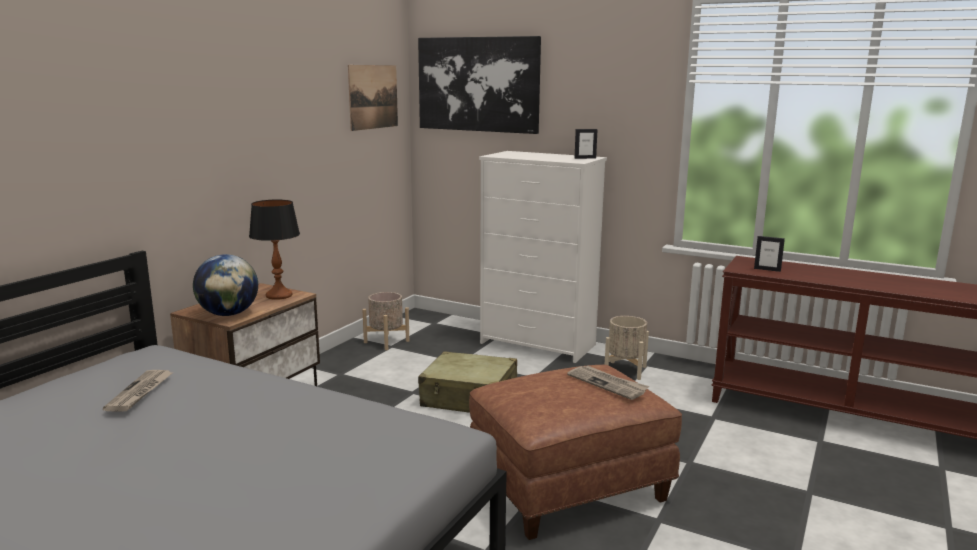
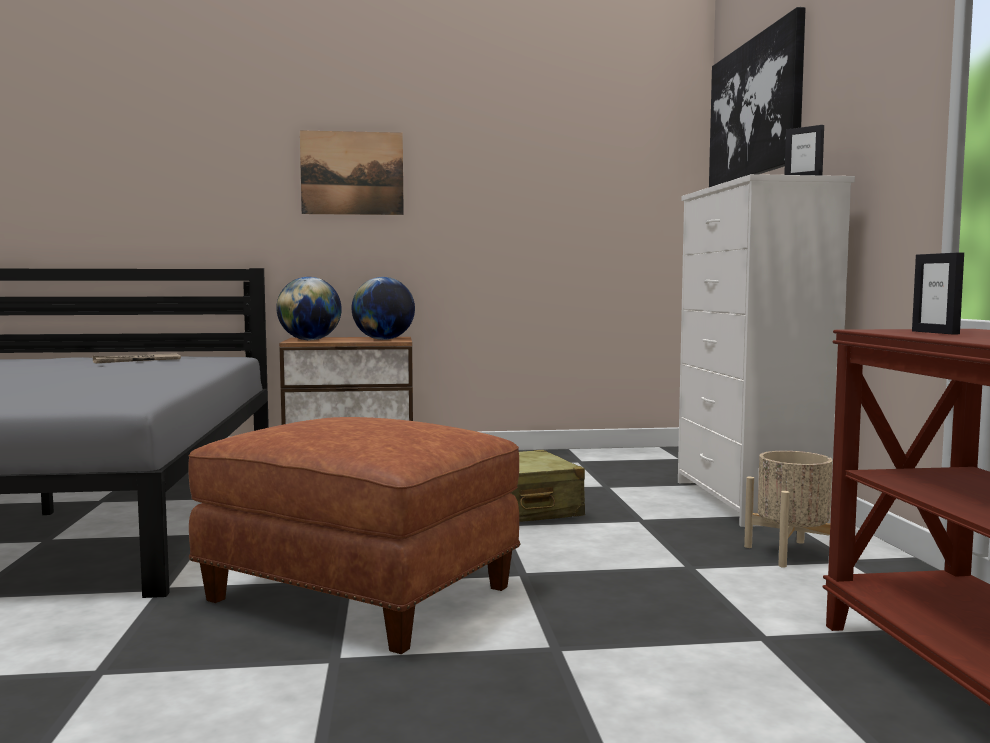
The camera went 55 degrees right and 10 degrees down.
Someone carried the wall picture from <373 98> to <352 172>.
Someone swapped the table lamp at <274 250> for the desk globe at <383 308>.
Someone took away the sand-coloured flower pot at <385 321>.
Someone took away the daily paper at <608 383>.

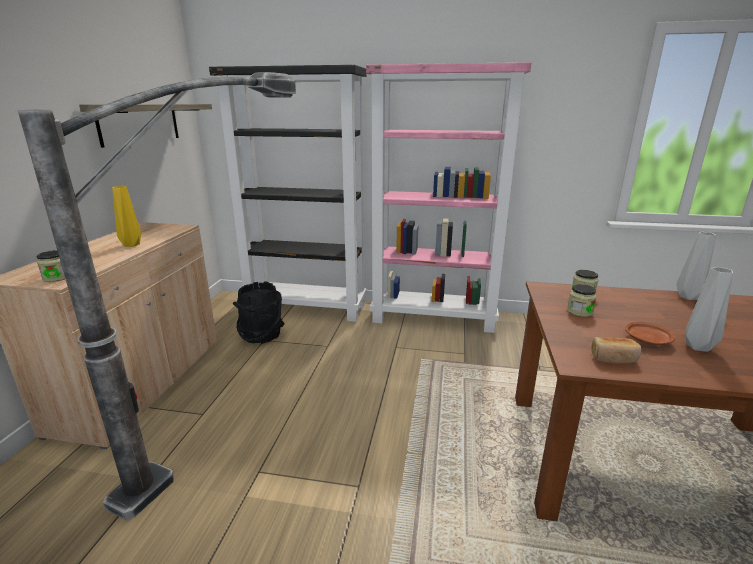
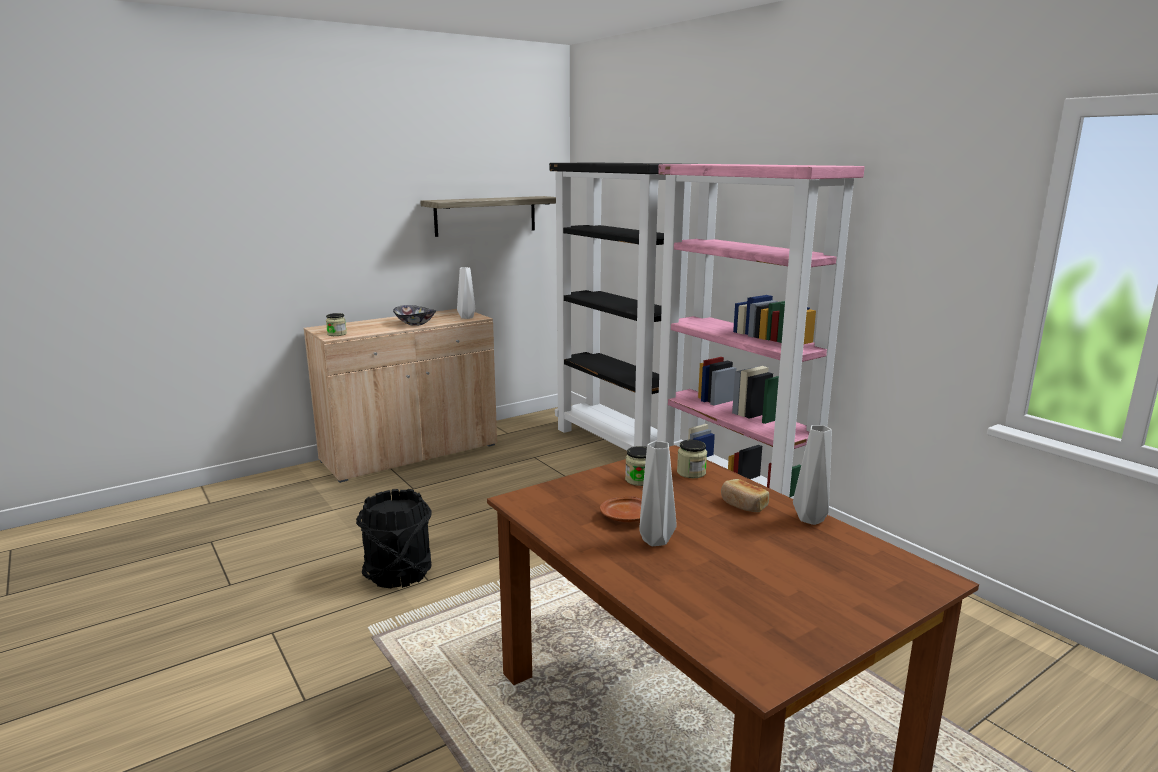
The camera went 45 degrees right and 5 degrees down.
Someone took away the standing lamp at <157 296>.
Someone swapped the yellow vase at <126 216> for the deep dish at <414 315>.
Someone carried the blackish water bucket from <258 312> to <394 539>.
Someone carried the baked bread from <616 350> to <745 495>.
Someone put down the white vase at <466 293>.

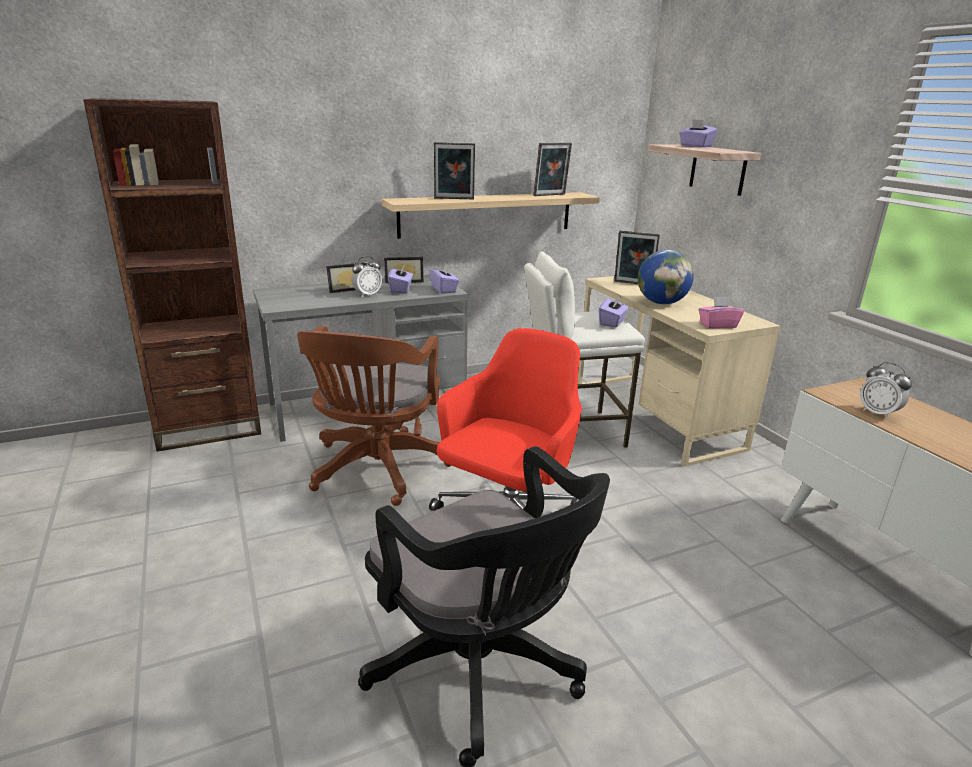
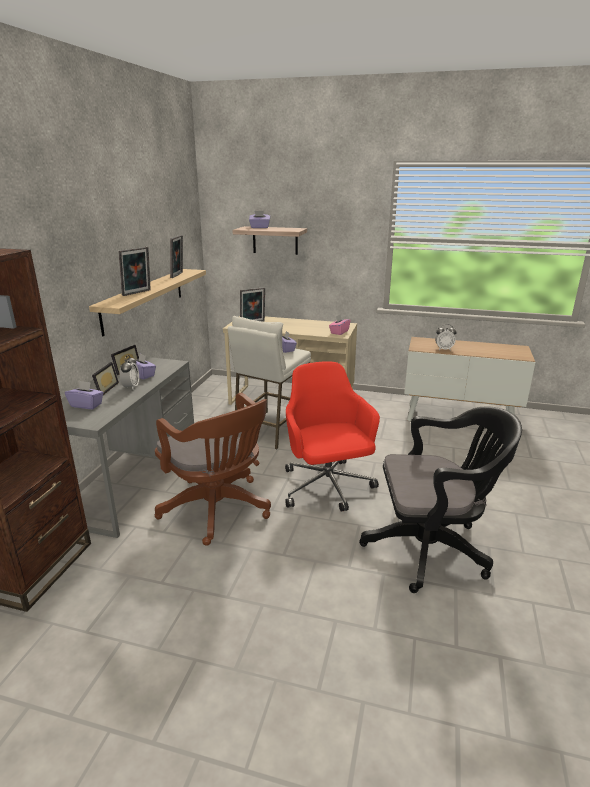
The camera went 50 degrees left and 0 degrees up.
Someone took away the desk globe at <666 277>.
Someone carried the purple-coloured box of tissues from <444 279> to <84 395>.

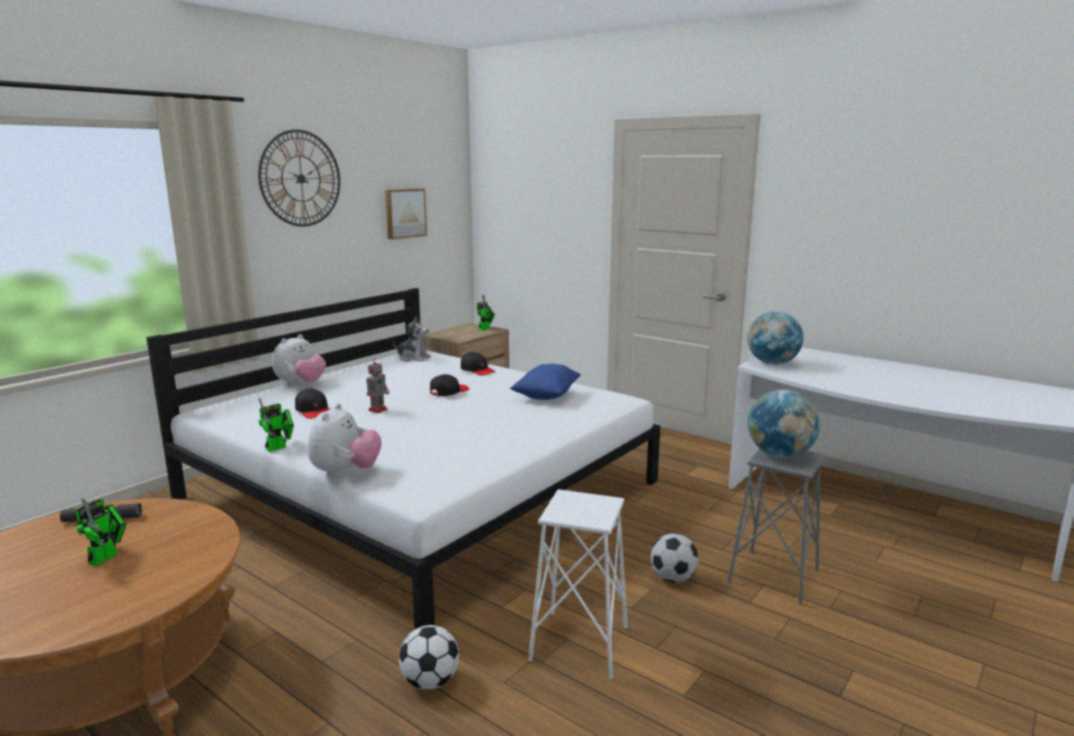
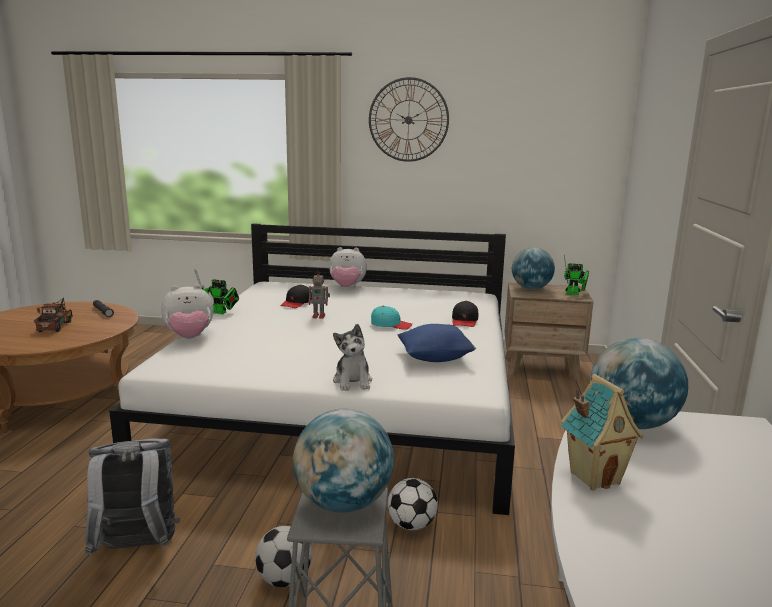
The camera went 60 degrees right and 0 degrees up.
Someone took away the wall picture at <406 214>.
Someone carried the cuddly toy from <412 339> to <352 357>.
Someone repainted the blackish baseball cap at <449 385>, which became the turquoise baseball cap at <391 318>.
Someone swapped the white stool at <578 584> for the gray knapsack at <132 496>.
Someone swapped the model robot at <100 532> for the model truck at <53 315>.
Someone carried the football from <429 657> to <413 504>.
Someone put down the desk globe at <533 268>.
Someone put down the toy house at <602 432>.

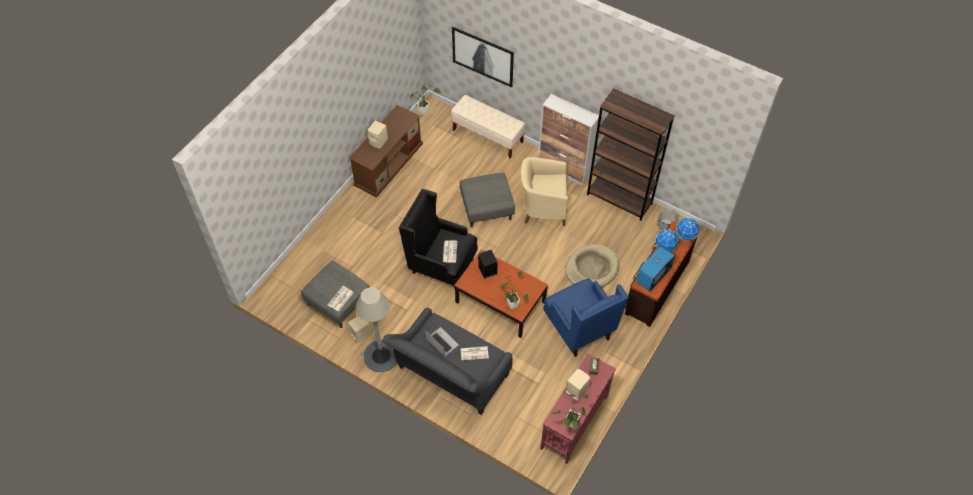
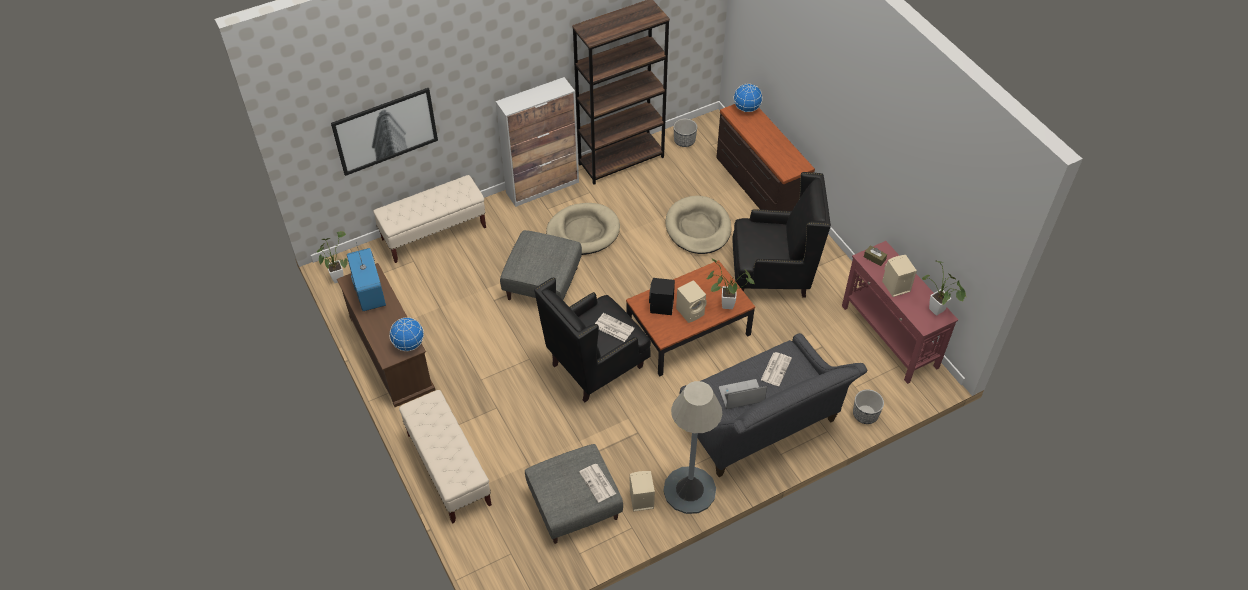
The camera went 60 degrees left and 5 degrees down.
Someone carried the sand-coloured loudspeaker from <377 135> to <691 301>.
Someone swapped the sand-coloured easy chair at <544 191> for the sand-coloured dog cushion at <583 229>.
Someone carried the desk globe from <667 240> to <406 334>.
Someone carried the television from <655 268> to <366 276>.
Someone repainted the blue-coloured easy chair at <586 317>, which became the blackish easy chair at <781 234>.
Someone put down the flower pot at <868 406>.
Someone put down the sand-coloured bench at <445 457>.

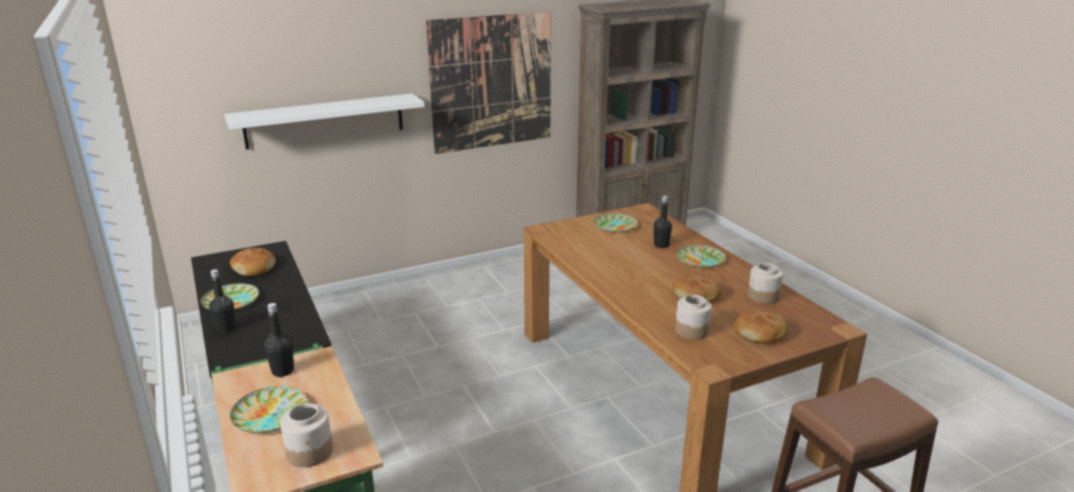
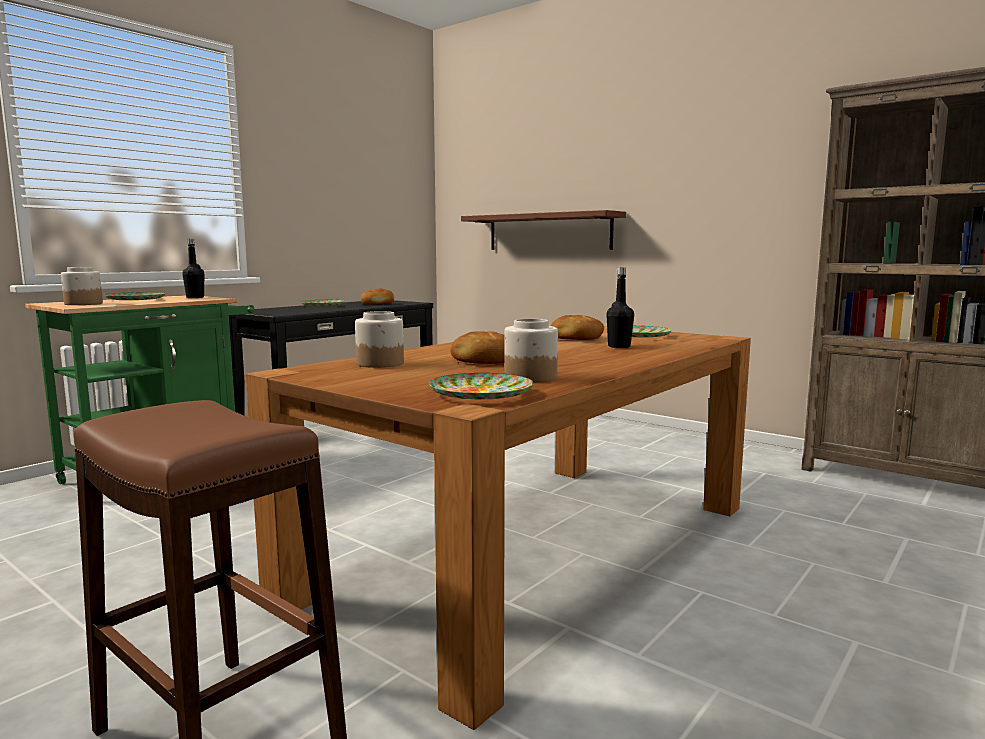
The camera went 65 degrees right and 15 degrees down.
Someone took away the wall picture at <488 83>.
Someone repainted the white shelf at <324 121>, which became the brownish shelf at <543 230>.
Someone carried the dinner plate from <701 256> to <481 386>.
Someone took away the blackish drink bottle at <222 301>.
Someone carried the baked bread from <762 327> to <577 327>.

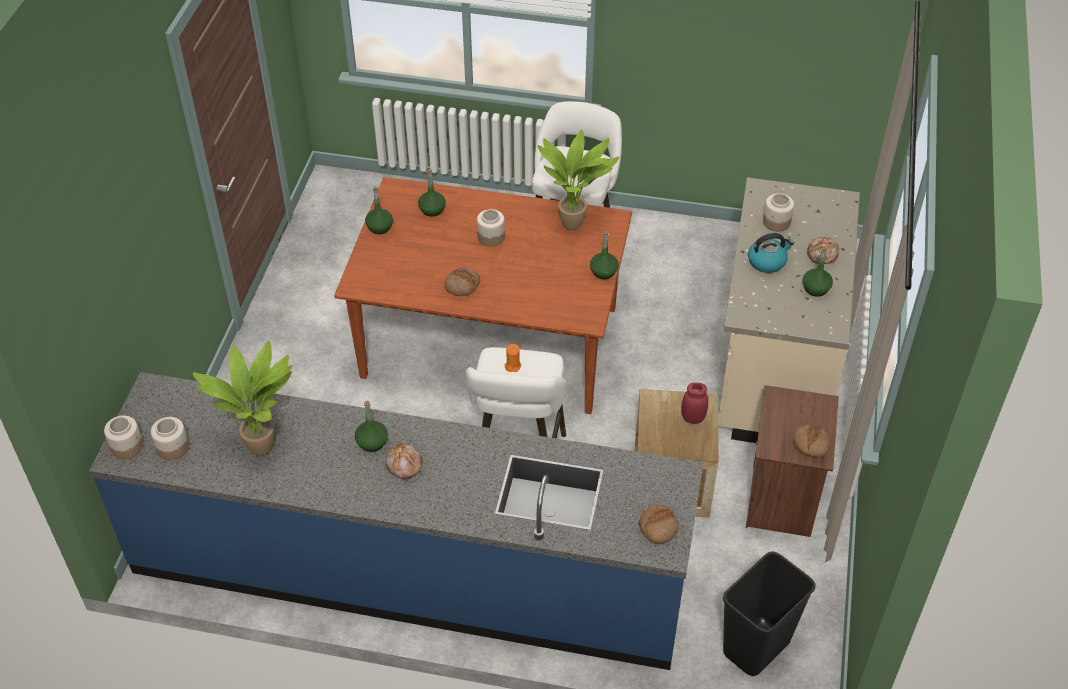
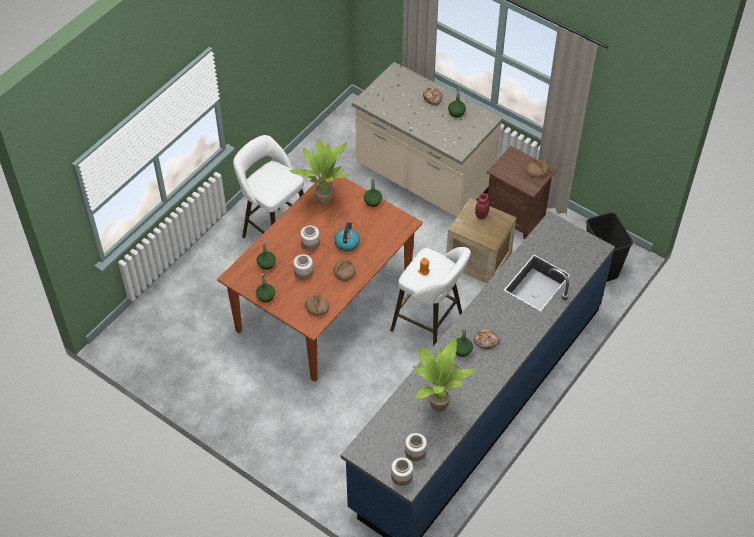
The camera went 65 degrees left and 5 degrees up.
Someone carried the preserve jar from <778 212> to <303 267>.
Someone carried the kettle from <771 253> to <347 236>.
Someone carried the baked bread from <659 524> to <317 305>.

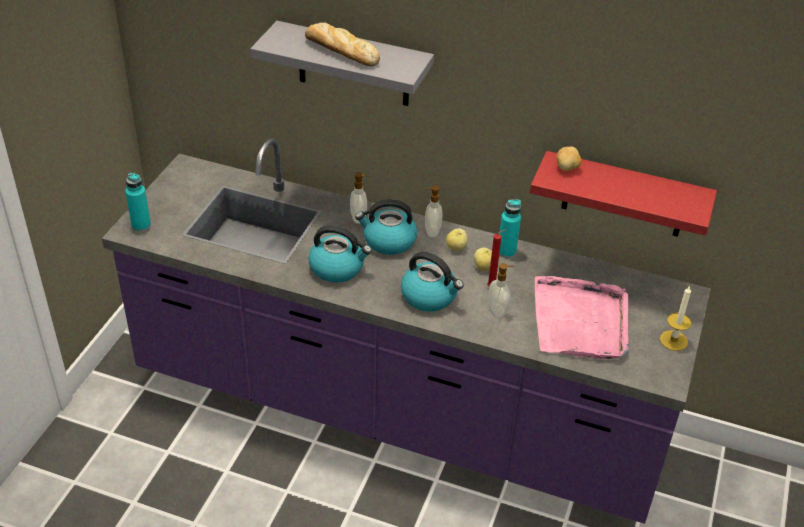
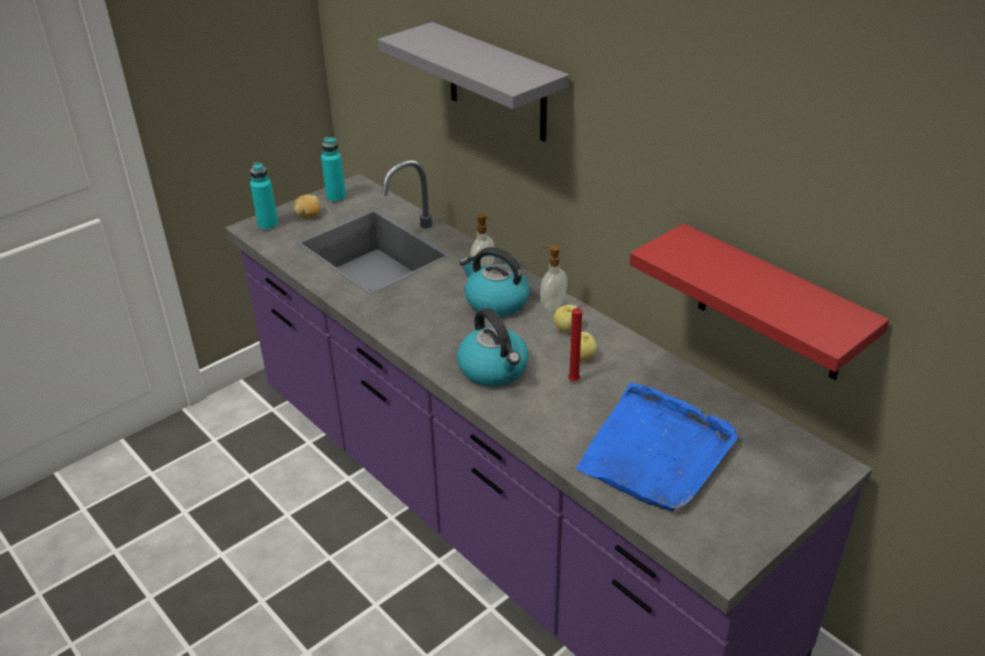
The camera went 30 degrees right and 5 degrees down.
Someone took away the baked bread at <342 44>.
Someone carried the whole potato from <569 158> to <307 206>.
Someone carried the turquoise drink bottle from <510 228> to <333 170>.
Someone took away the kettle at <340 254>.
Someone took away the liquid soap bottle at <501 290>.
Someone repainted the pinkish tray at <582 317>, which became the blue-coloured tray at <657 447>.
Someone took away the wax light at <676 318>.

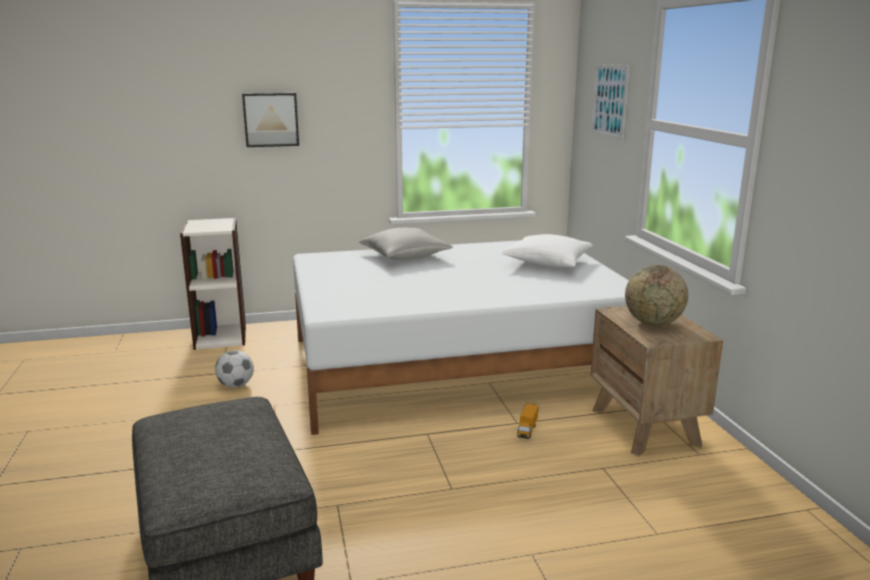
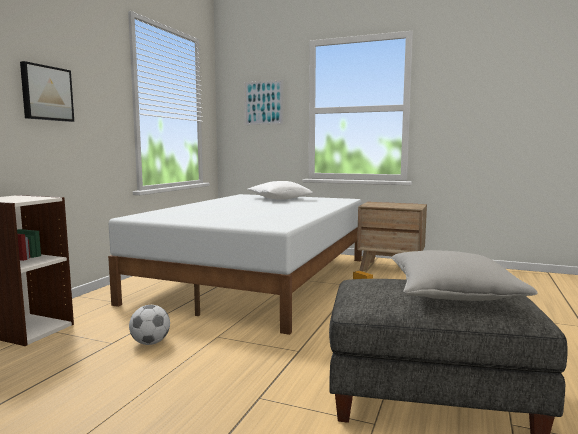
The camera went 55 degrees left and 10 degrees down.
Someone carried the gray cushion from <406 244> to <464 275>.
Someone took away the desk globe at <656 295>.

